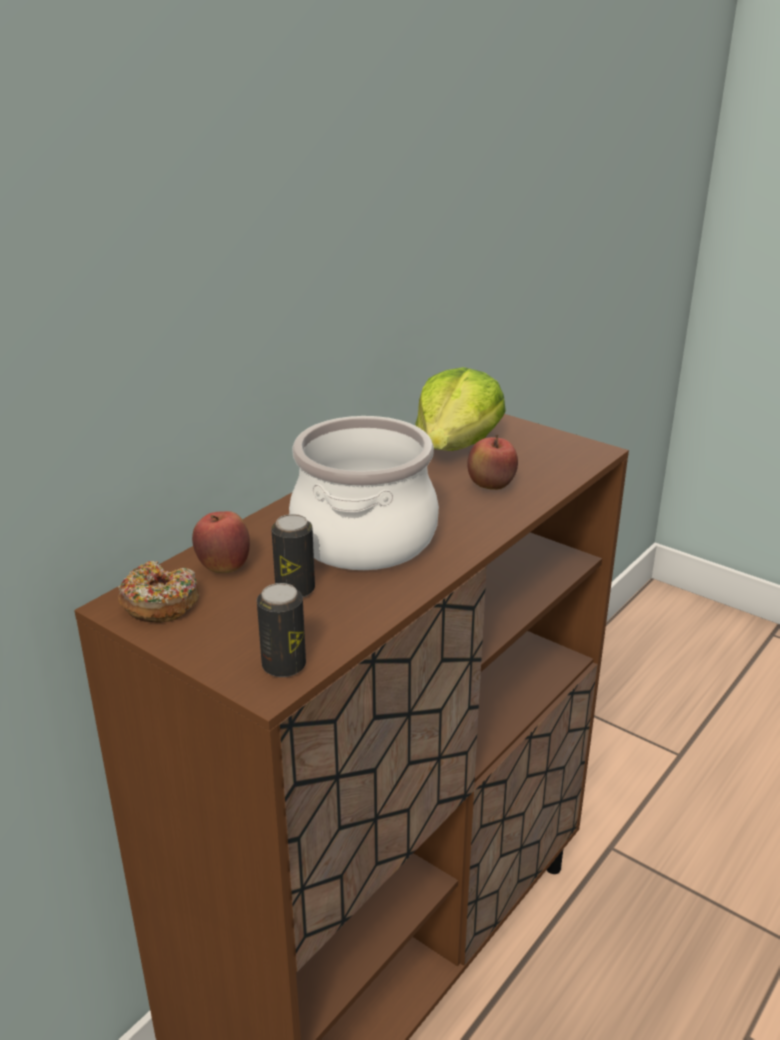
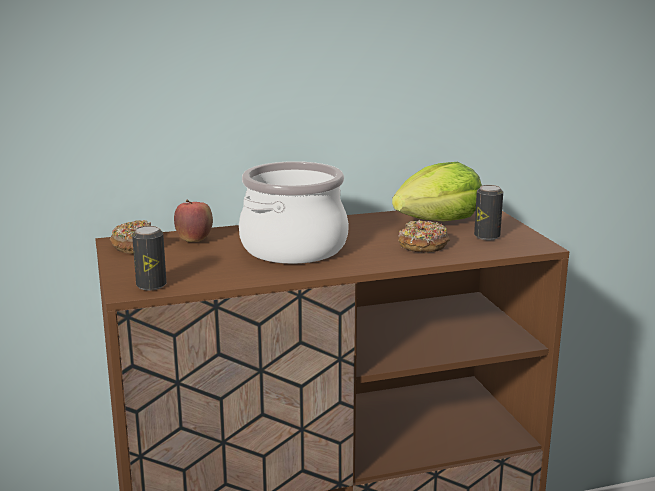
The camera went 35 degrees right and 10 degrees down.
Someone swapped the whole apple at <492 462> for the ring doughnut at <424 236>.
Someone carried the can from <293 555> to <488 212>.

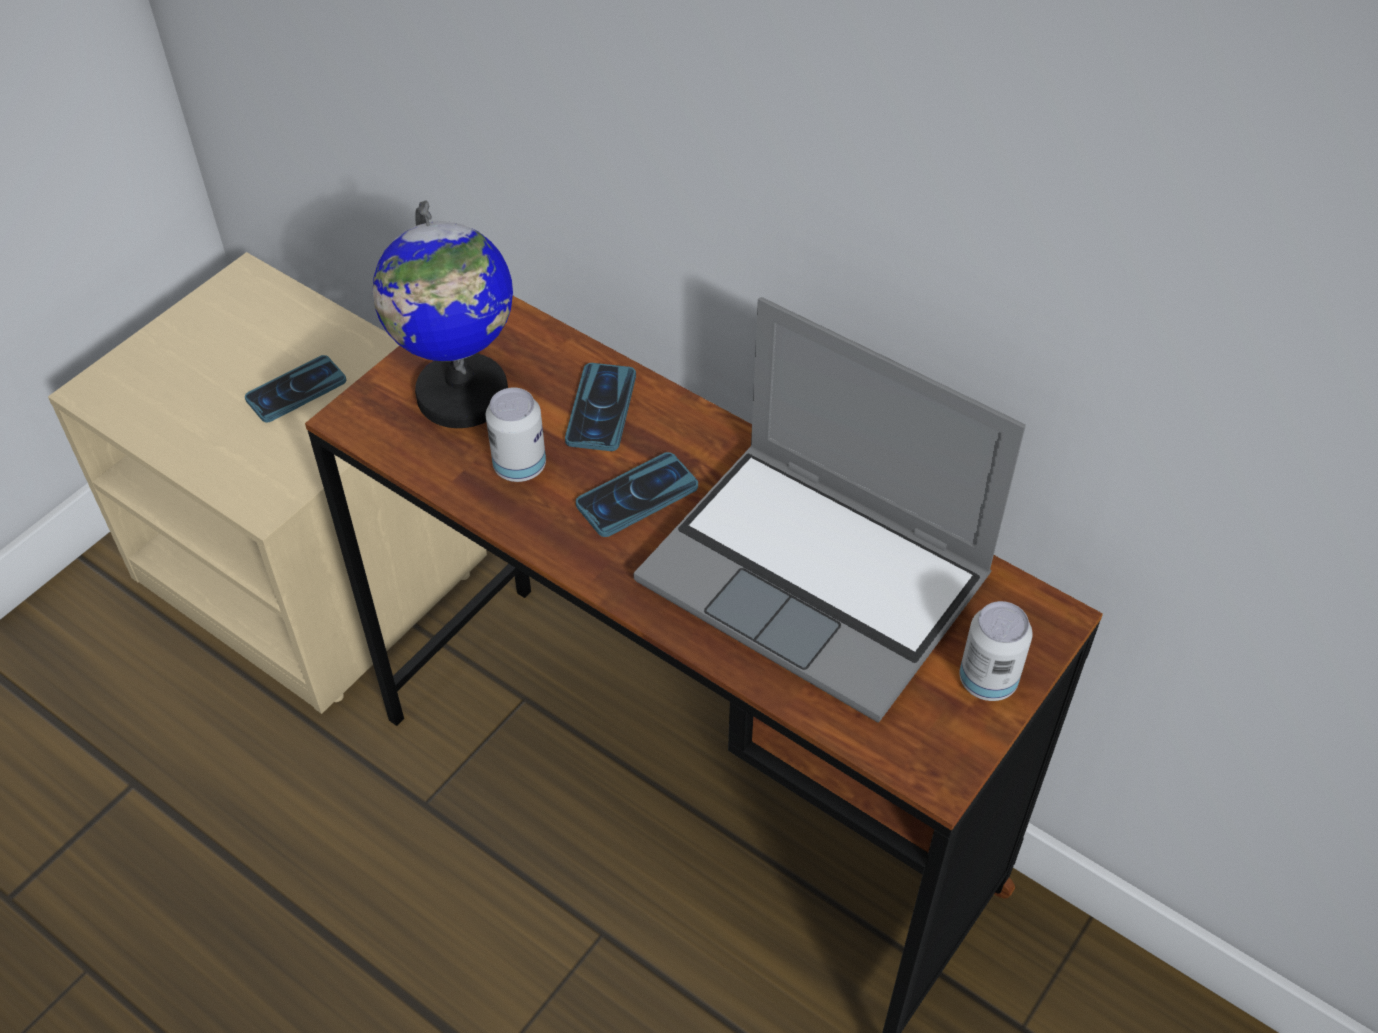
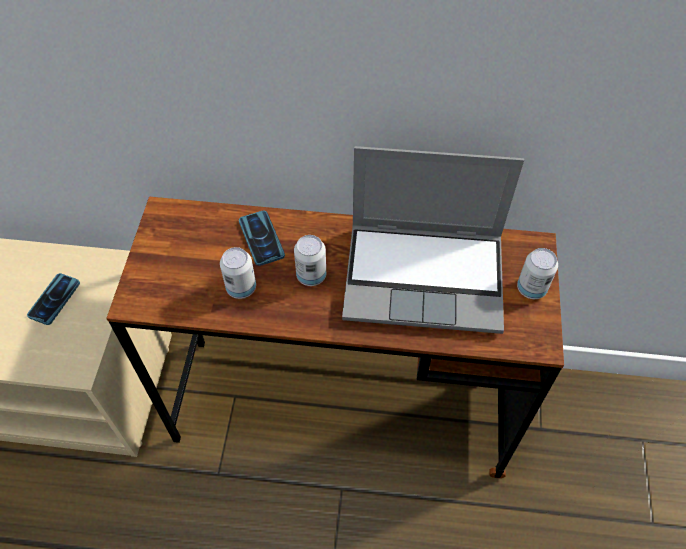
The camera went 30 degrees left and 5 degrees up.
Someone took away the desk globe at <443 314>.
Someone swapped the telephone at <637 494> for the can at <310 260>.

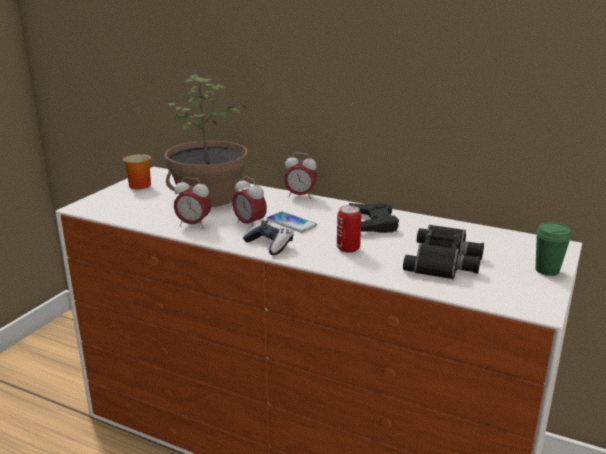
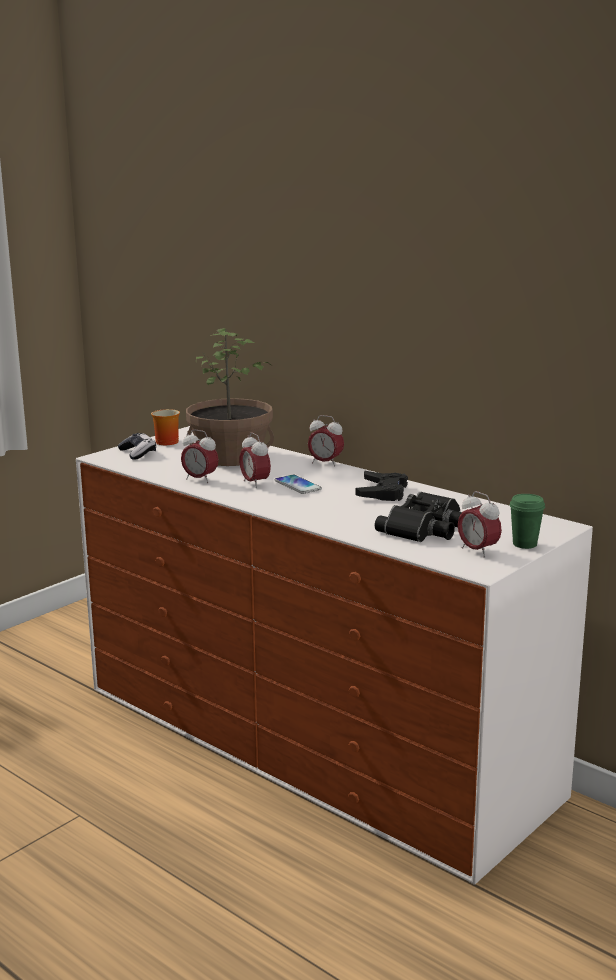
The camera went 15 degrees right and 5 degrees down.
Someone took away the can at <349 229>.
Someone carried the joypad from <268 237> to <137 446>.
Someone put down the table clock at <480 524>.

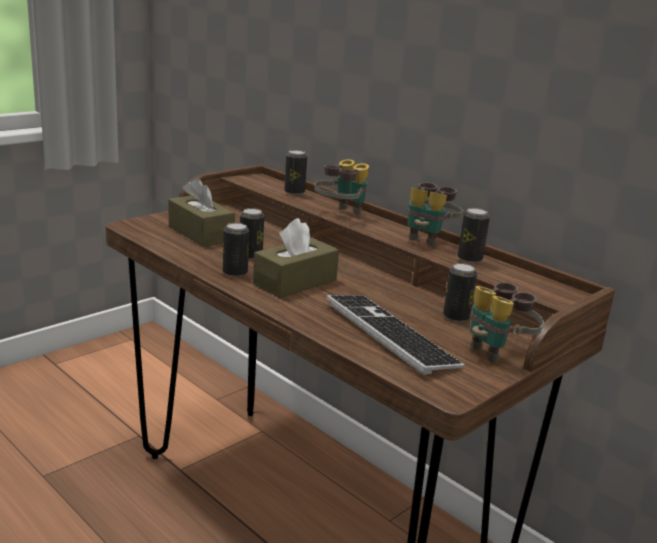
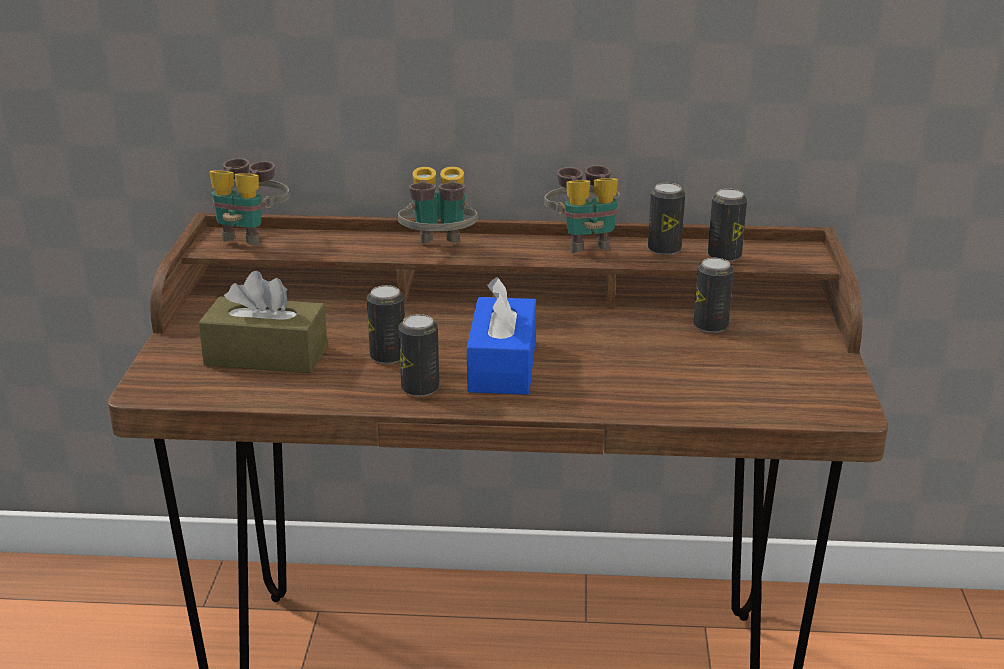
The camera went 40 degrees left and 5 degrees up.
Someone carried the can from <295 172> to <727 225>.
Someone repainted the brownish box of tissues at <296 258>, which became the blue-coloured box of tissues at <501 336>.
Someone carried the binoculars from <507 323> to <249 202>.
Someone took away the keyboard at <395 335>.

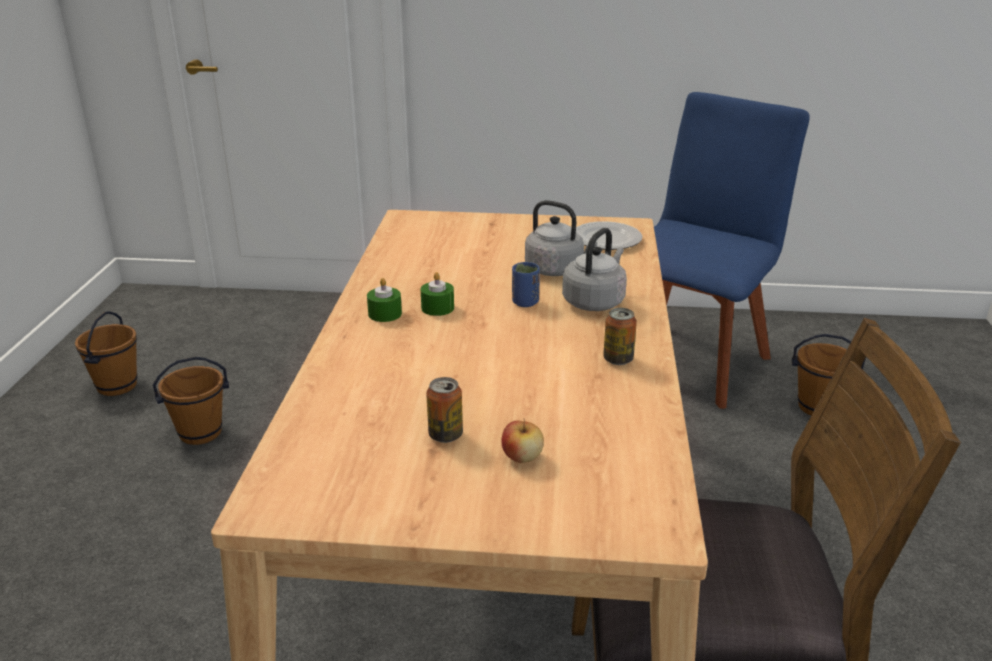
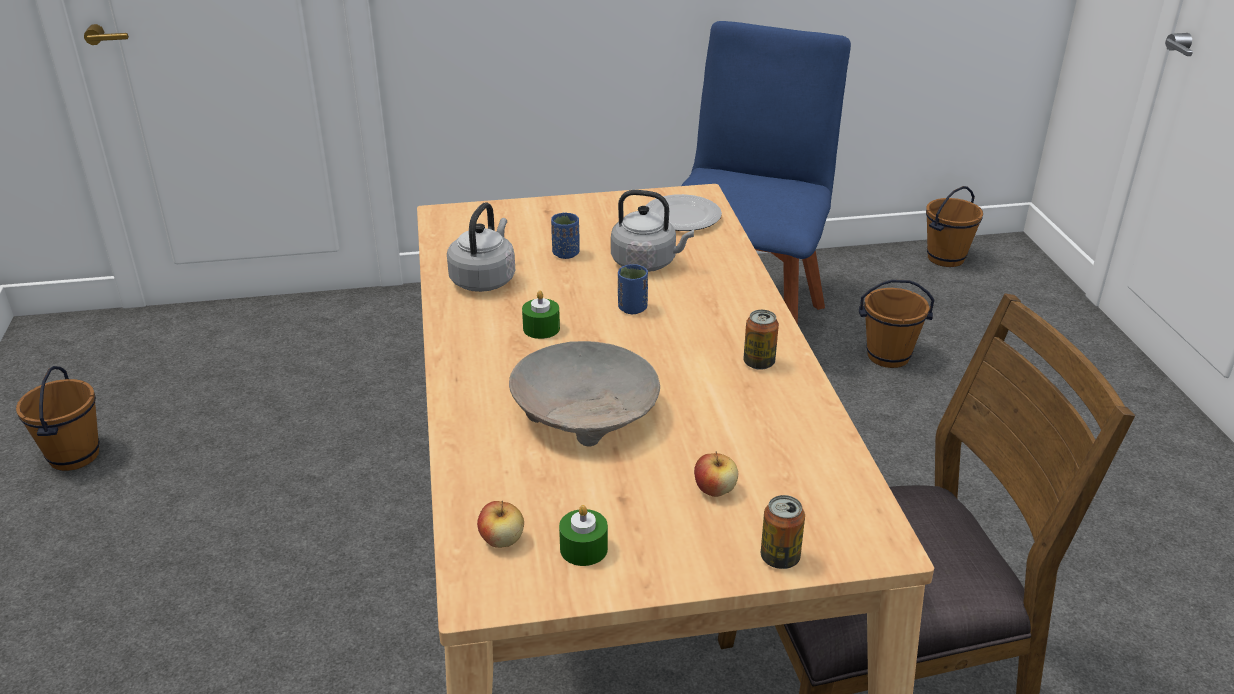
The camera went 15 degrees left and 5 degrees up.
Someone carried the gray kettle from <594 269> to <481 247>.
Someone carried the green wax light from <384 300> to <583 535>.
Someone carried the brownish water bucket from <191 401> to <954 226>.
Someone carried the can from <444 410> to <783 532>.
Someone put down the blue-coloured cup at <565 236>.
Someone put down the sand-coloured deep dish at <584 393>.
Someone put down the whole apple at <500 524>.

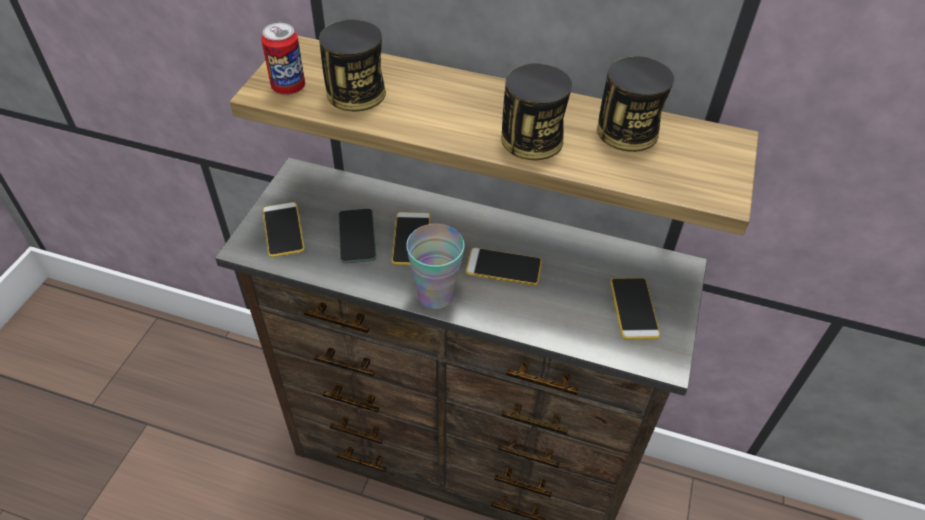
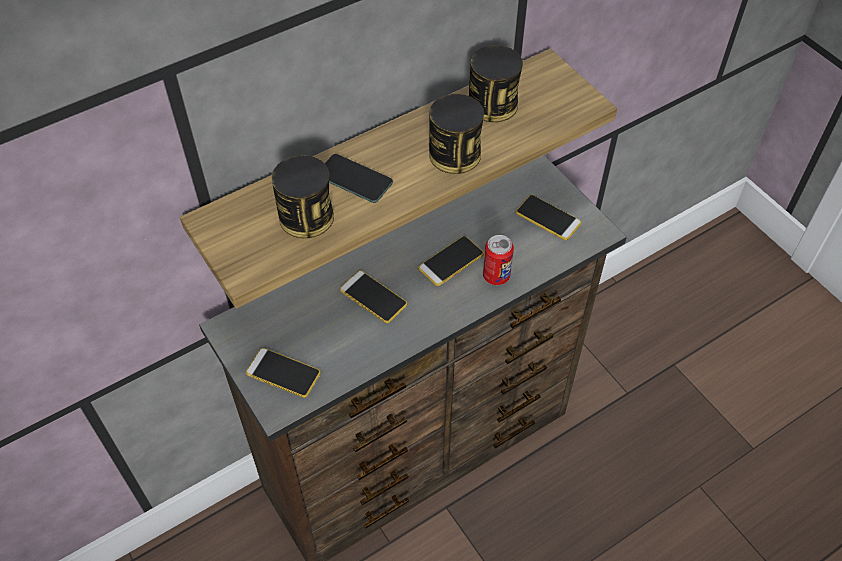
The camera went 50 degrees left and 5 degrees up.
Someone carried the can from <283 59> to <498 260>.
Someone carried the telephone from <357 236> to <359 178>.
Someone took away the cup at <435 266>.

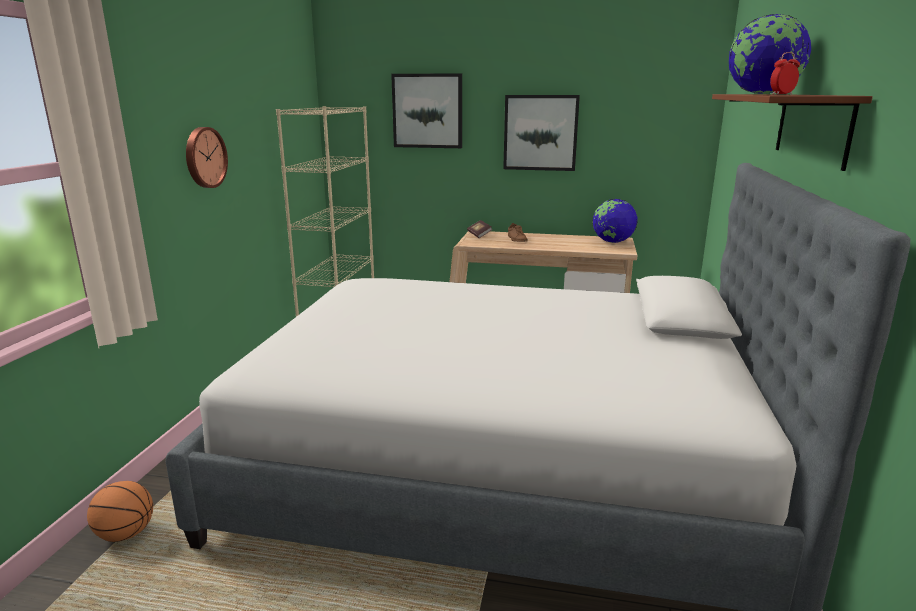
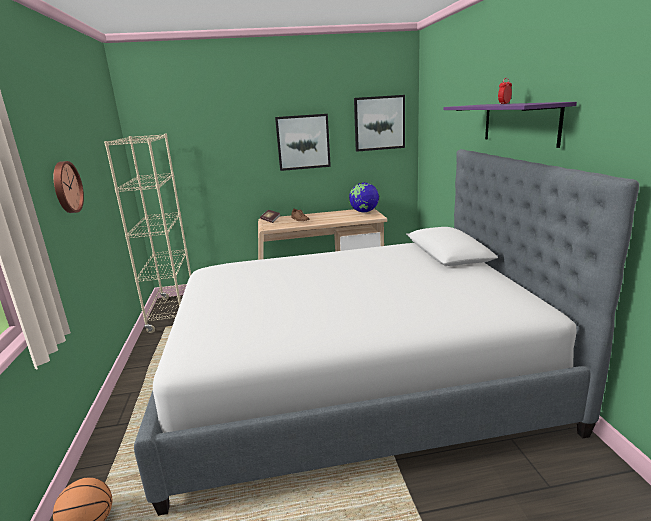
The camera went 20 degrees left and 0 degrees up.
Someone took away the desk globe at <770 54>.
Someone carried the wall picture from <426 110> to <379 123>.
Someone repainted the brownish shelf at <792 132>, which became the purple-coloured shelf at <510 125>.

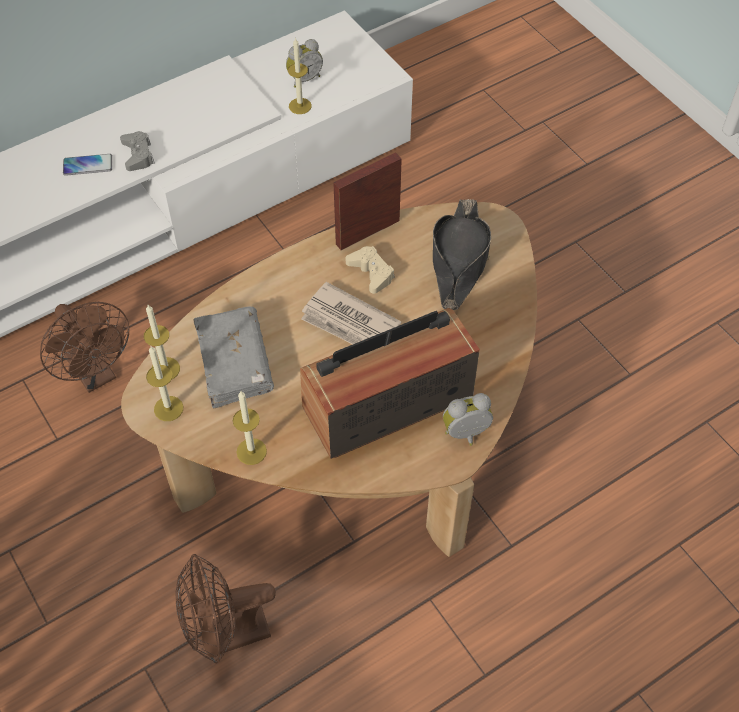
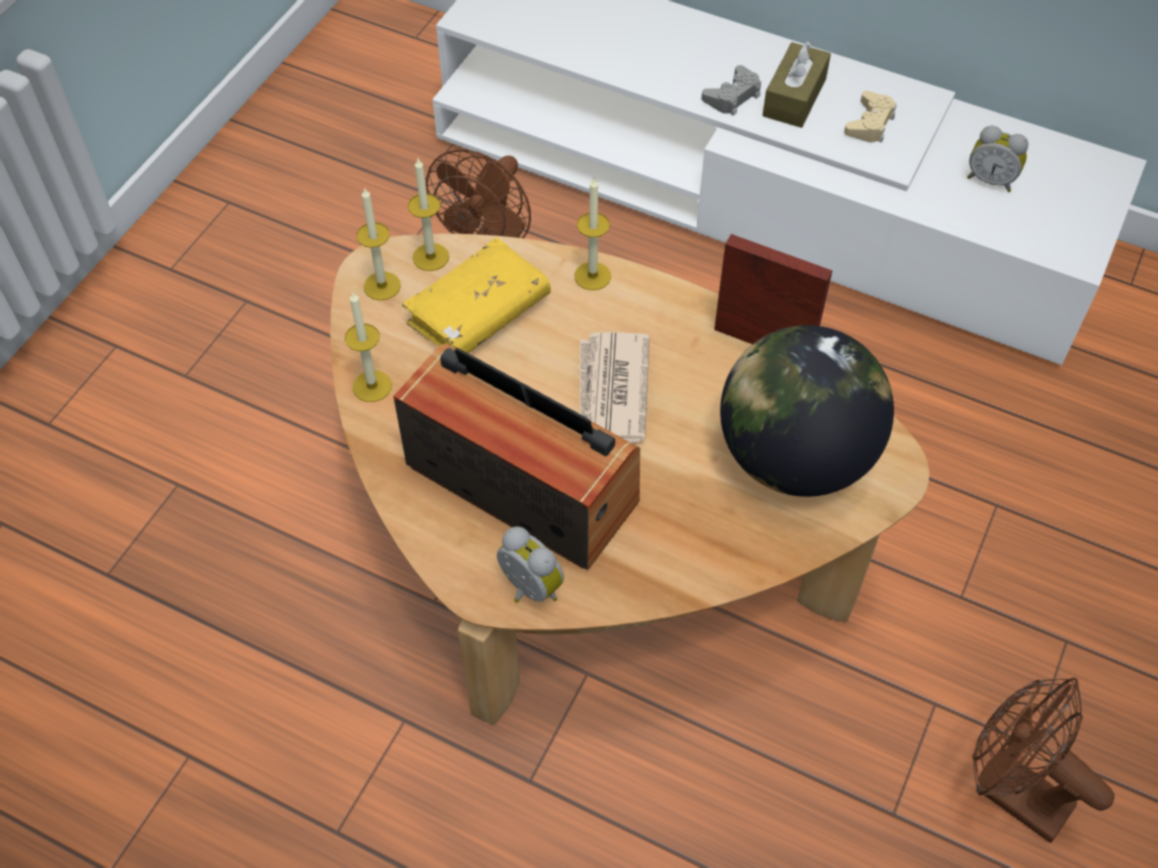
The camera went 60 degrees right and 0 degrees up.
Someone carried the wax light from <300 75> to <592 234>.
Someone took away the telephone at <87 165>.
Someone swapped the blackish clothing hat at <462 254> for the desk globe at <807 411>.
Someone carried the sand-coloured joypad from <370 270> to <870 117>.
Someone repainted the gray volume at <233 357>, which became the yellow volume at <476 295>.
Someone carried the brownish fan from <225 609> to <1043 760>.
Someone put down the brownish box of tissues at <796 84>.

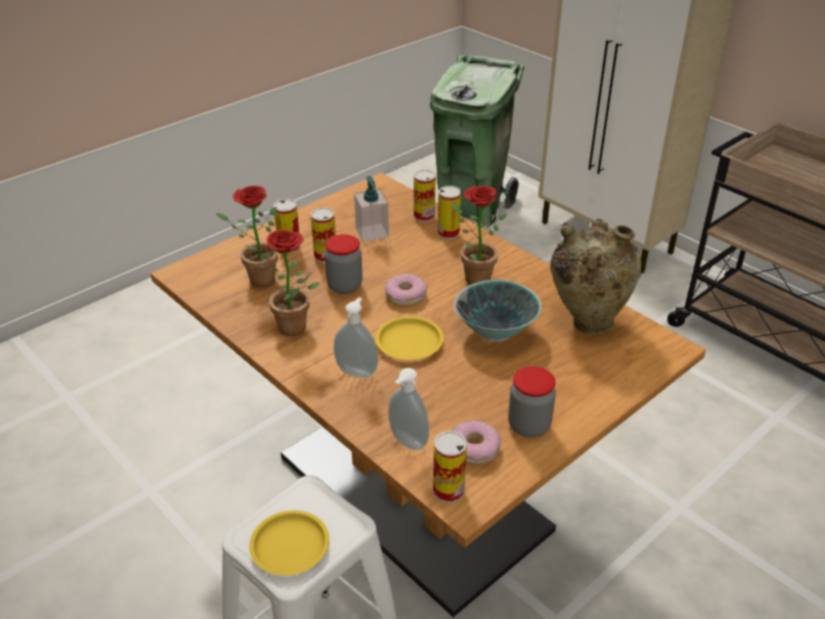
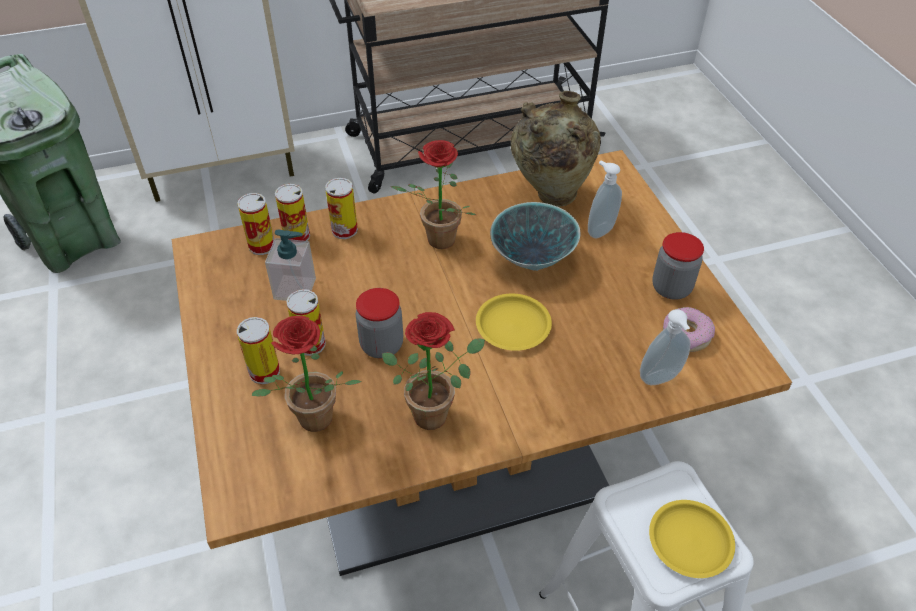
The camera went 65 degrees left and 10 degrees up.
Someone took away the ring doughnut at <406 290>.
Someone carried the liquid soap bottle from <356 337> to <605 199>.
Someone carried the can from <450 467> to <255 224>.

